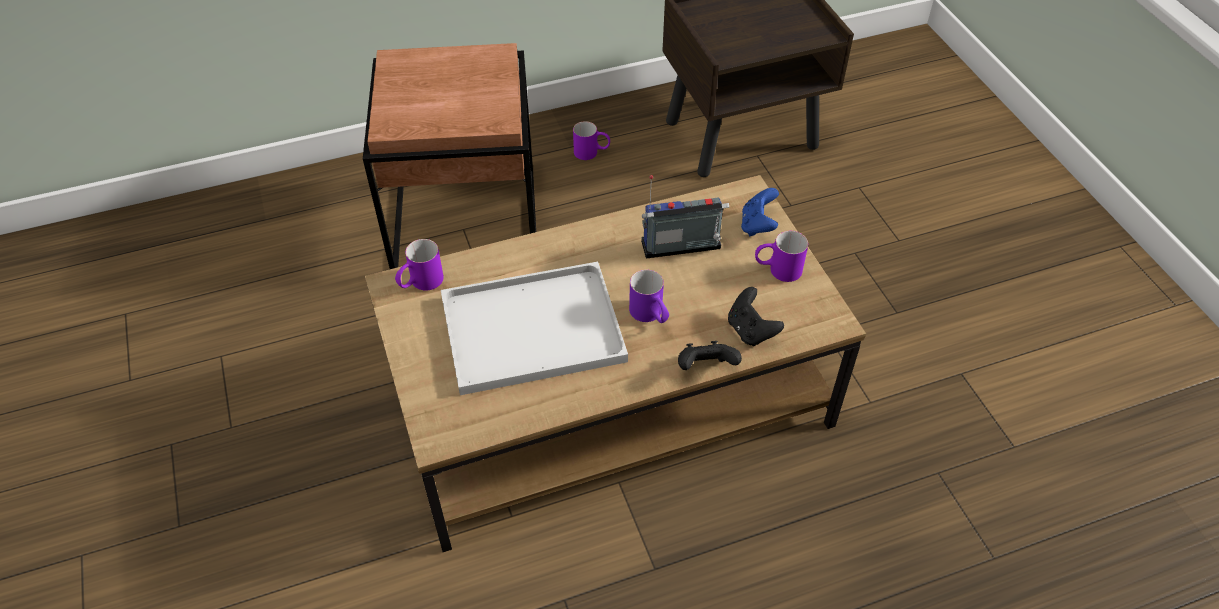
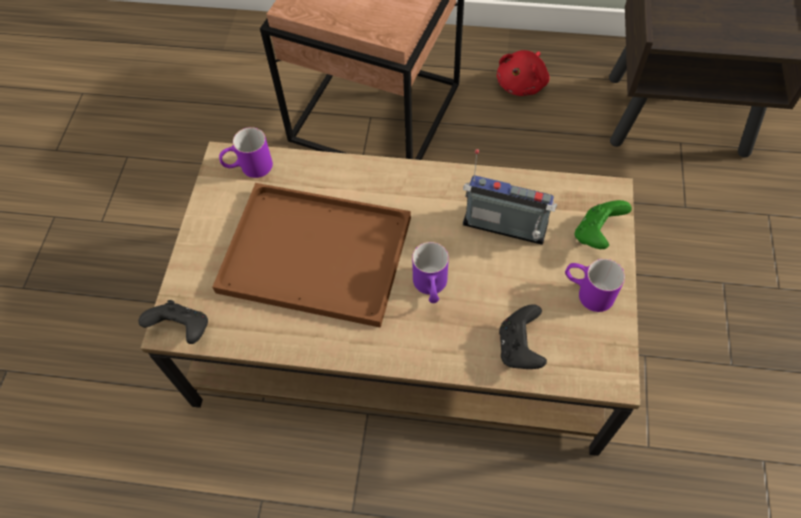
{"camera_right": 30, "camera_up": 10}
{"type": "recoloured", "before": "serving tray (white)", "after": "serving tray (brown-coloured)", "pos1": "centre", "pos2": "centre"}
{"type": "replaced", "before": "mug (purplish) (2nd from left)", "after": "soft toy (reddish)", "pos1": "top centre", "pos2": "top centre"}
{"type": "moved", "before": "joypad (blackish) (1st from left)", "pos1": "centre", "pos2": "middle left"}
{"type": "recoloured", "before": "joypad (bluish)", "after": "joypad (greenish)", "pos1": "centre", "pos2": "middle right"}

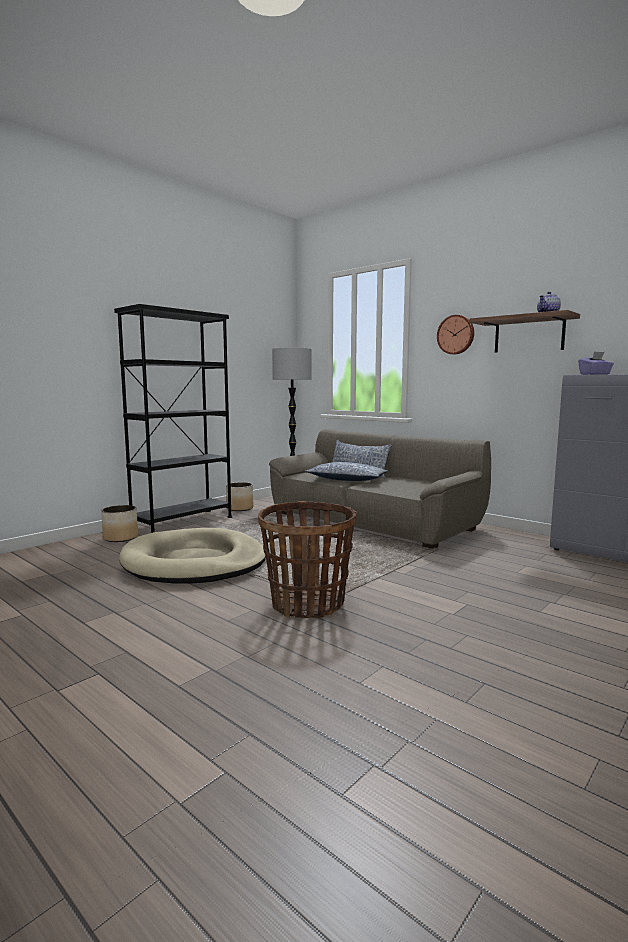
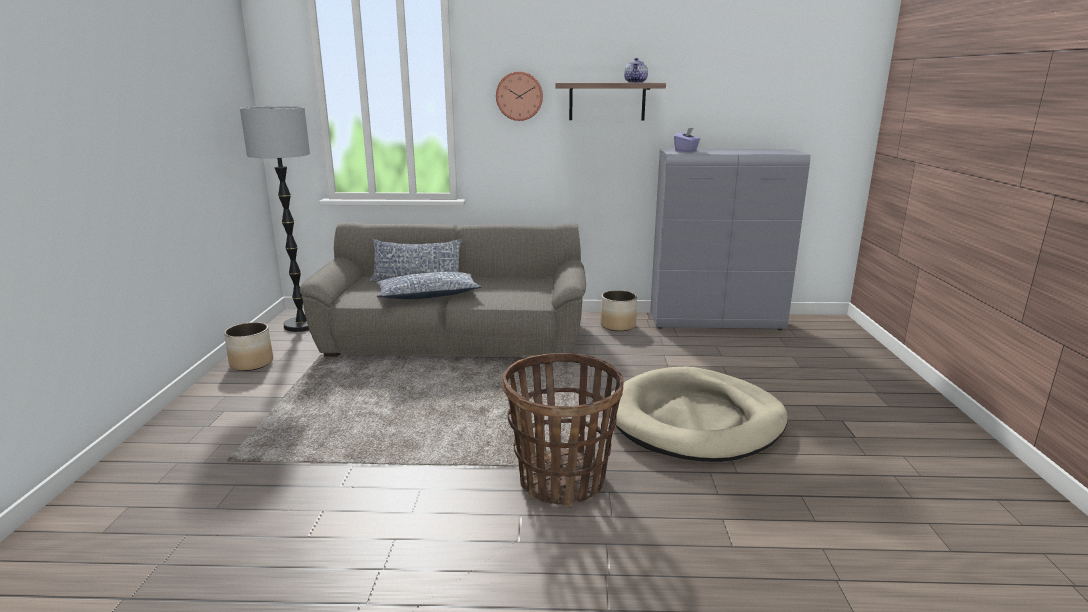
{"camera_right": -40, "camera_up": 10}
{"type": "moved", "before": "plant pot (1st from left in the first image)", "after": "plant pot (2nd from left)", "pos1": "middle left", "pos2": "centre"}
{"type": "removed", "before": "bookcase (blackish)", "pos1": "middle left"}
{"type": "moved", "before": "dog cushion (beige-coloured)", "pos1": "middle left", "pos2": "bottom centre"}

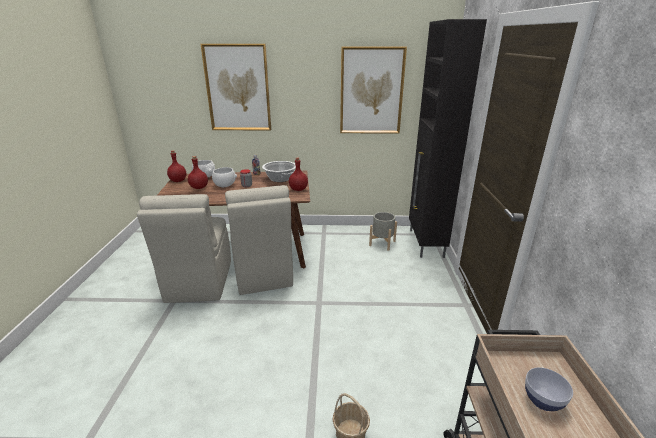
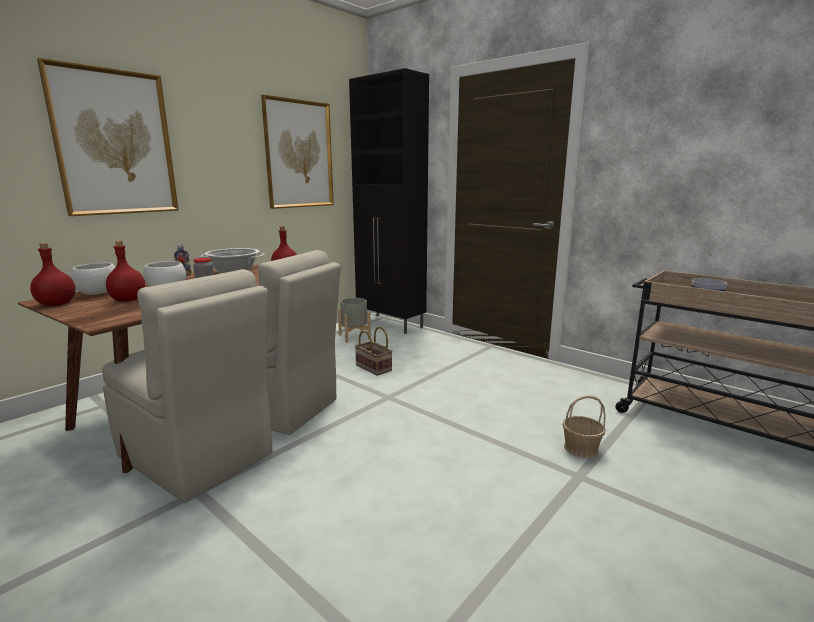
{"camera_right": -50, "camera_up": -10}
{"type": "added", "after": "basket (1st from left)", "pos2": "centre"}

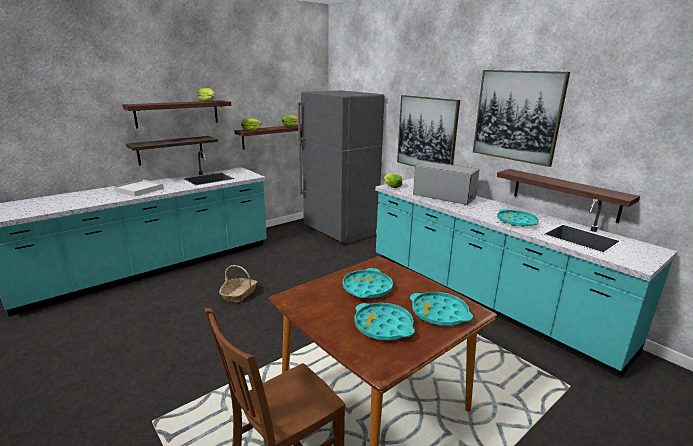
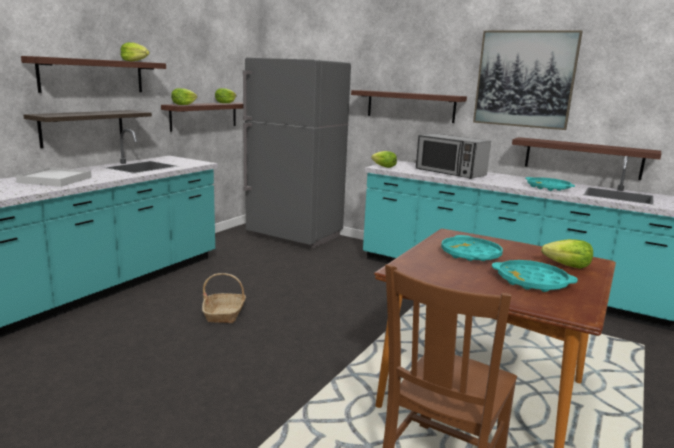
{"camera_right": -20, "camera_up": -5}
{"type": "replaced", "before": "picture (1st from left)", "after": "bracket shelf (4th from left)", "pos1": "top centre", "pos2": "top centre"}
{"type": "replaced", "before": "serving tray (blue-green) (3rd from left)", "after": "lettuce head (5th from left)", "pos1": "bottom centre", "pos2": "middle right"}
{"type": "turned", "before": "microwave", "pos1": "centre", "pos2": "middle right", "turn": -150}

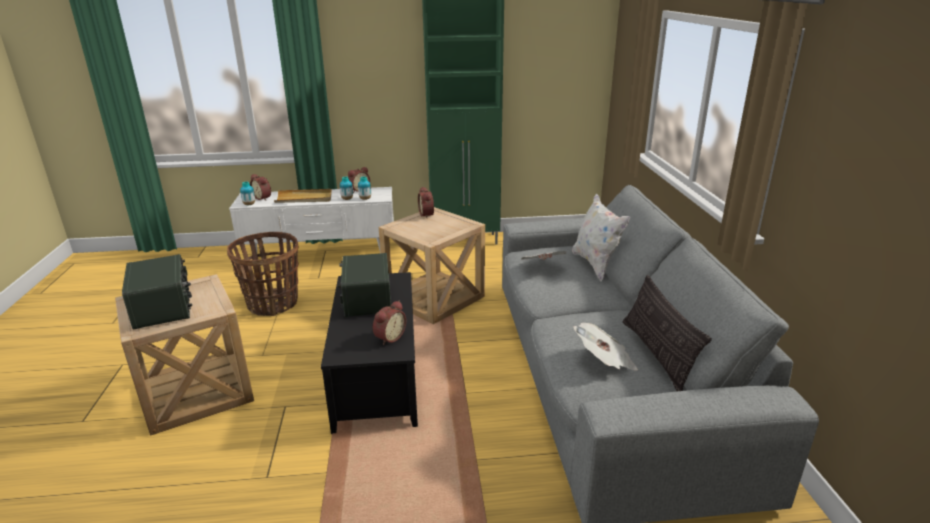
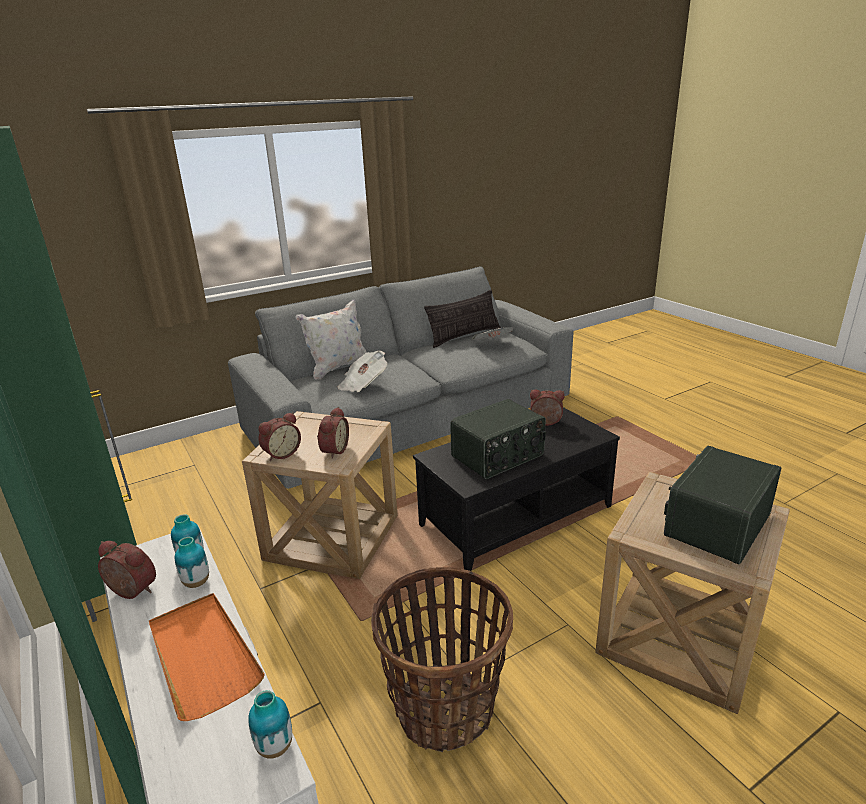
{"camera_right": -115, "camera_up": 0}
{"type": "moved", "before": "alarm clock (1st from left in the first image)", "after": "alarm clock (3rd from left)", "pos1": "middle left", "pos2": "centre"}
{"type": "recoloured", "before": "serving tray (beige-coloured)", "after": "serving tray (orangey)", "pos1": "middle left", "pos2": "bottom left"}

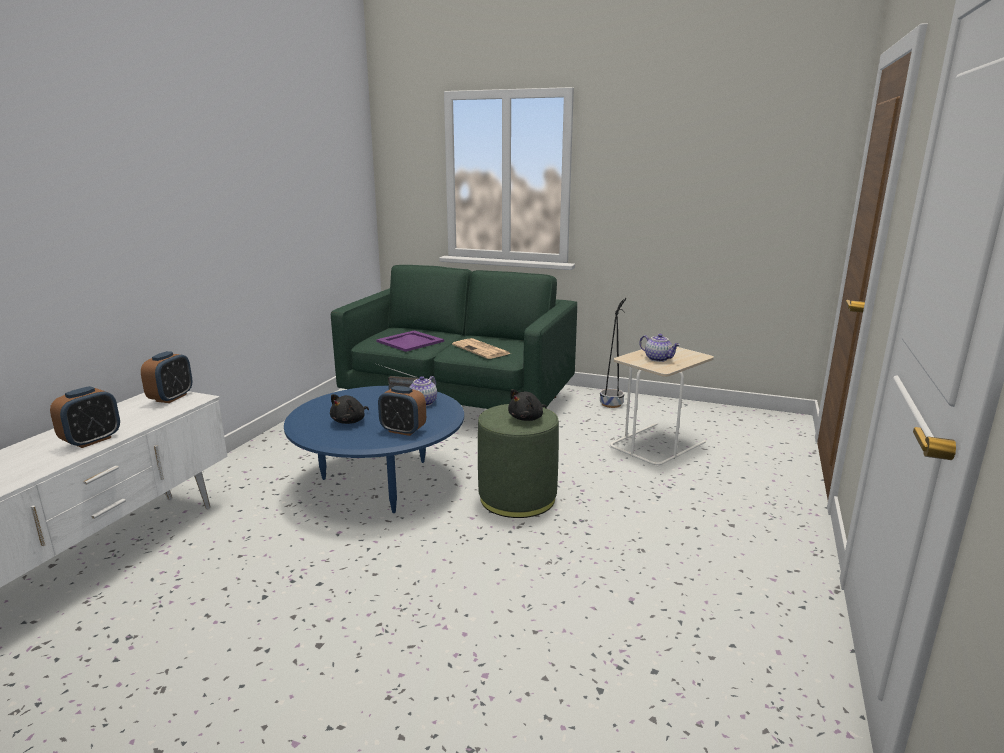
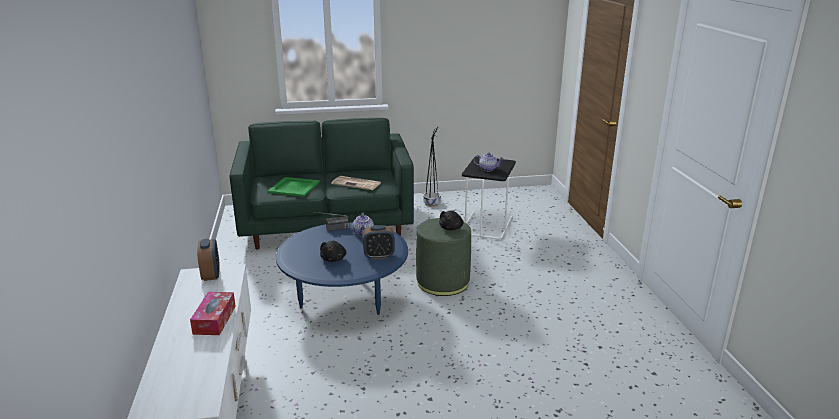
{"camera_right": -30, "camera_up": 5}
{"type": "replaced", "before": "alarm clock (1st from left)", "after": "tissue holder", "pos1": "middle left", "pos2": "bottom left"}
{"type": "recoloured", "before": "serving tray (purplish)", "after": "serving tray (greenish)", "pos1": "centre", "pos2": "centre"}
{"type": "recoloured", "before": "end table (beige-coloured)", "after": "end table (blackish)", "pos1": "centre", "pos2": "centre"}

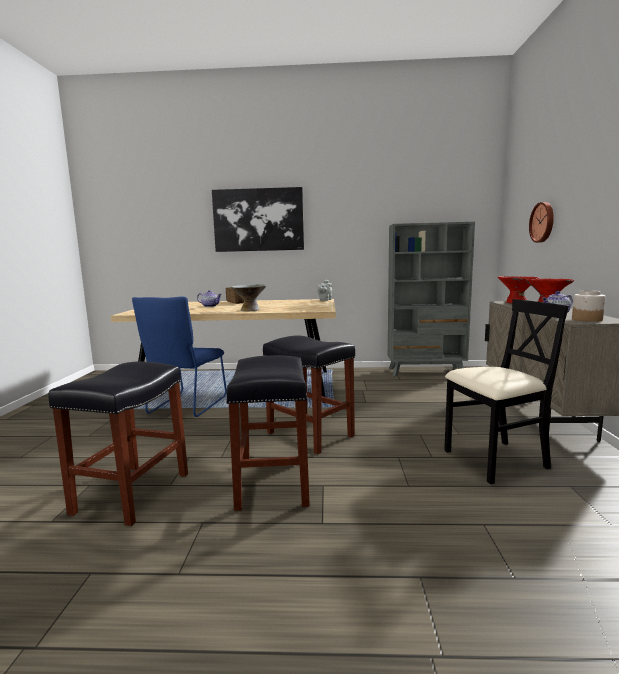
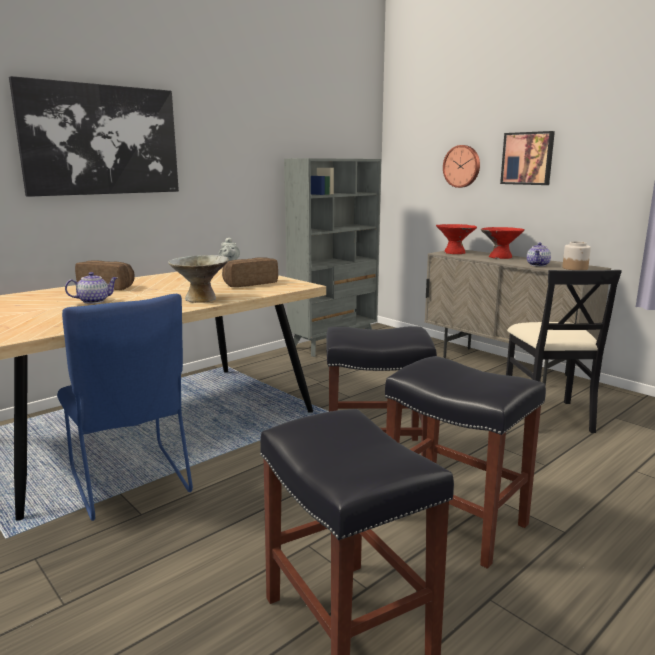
{"camera_right": -45, "camera_up": 5}
{"type": "turned", "before": "chair (blackish)", "pos1": "middle right", "pos2": "middle right", "turn": 150}
{"type": "added", "after": "bakery bread (2nd from left)", "pos2": "centre"}
{"type": "added", "after": "picture (2nd from left)", "pos2": "top right"}

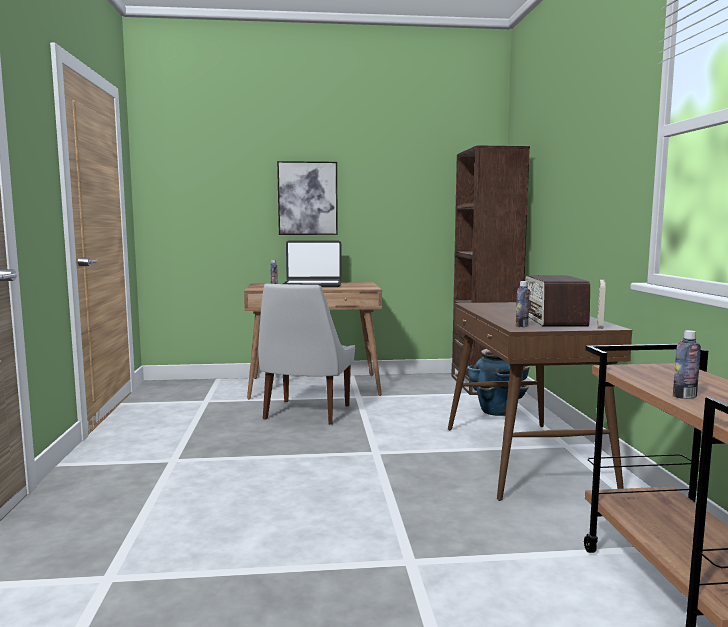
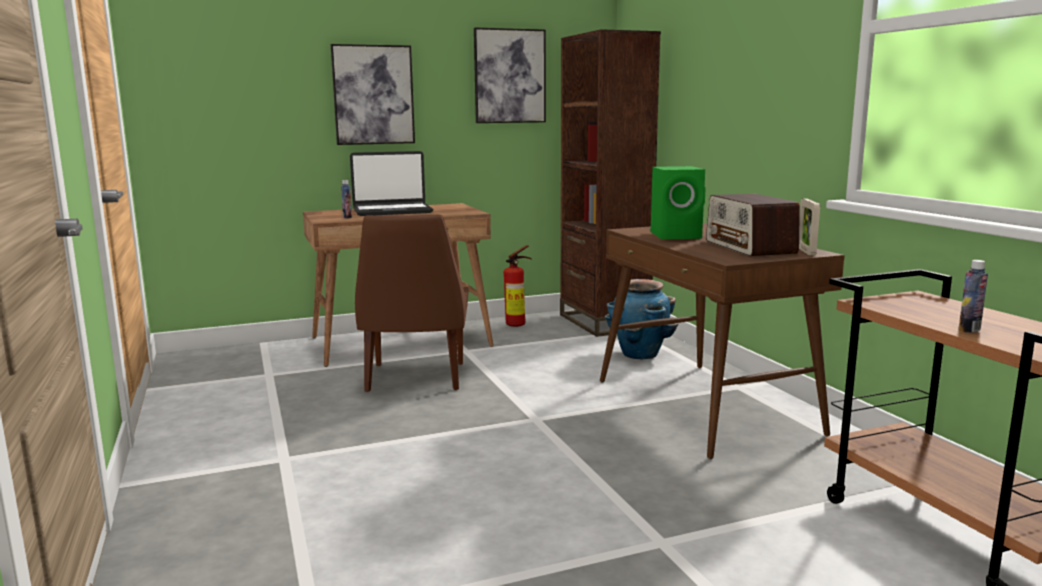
{"camera_right": -15, "camera_up": 5}
{"type": "recoloured", "before": "chair (white)", "after": "chair (brown-coloured)", "pos1": "centre", "pos2": "centre"}
{"type": "removed", "before": "beverage bottle (2nd from left)", "pos1": "middle right"}
{"type": "added", "after": "picture (2nd from left)", "pos2": "top centre"}
{"type": "added", "after": "extinguisher", "pos2": "centre"}
{"type": "added", "after": "audio speaker (greenish)", "pos2": "centre"}

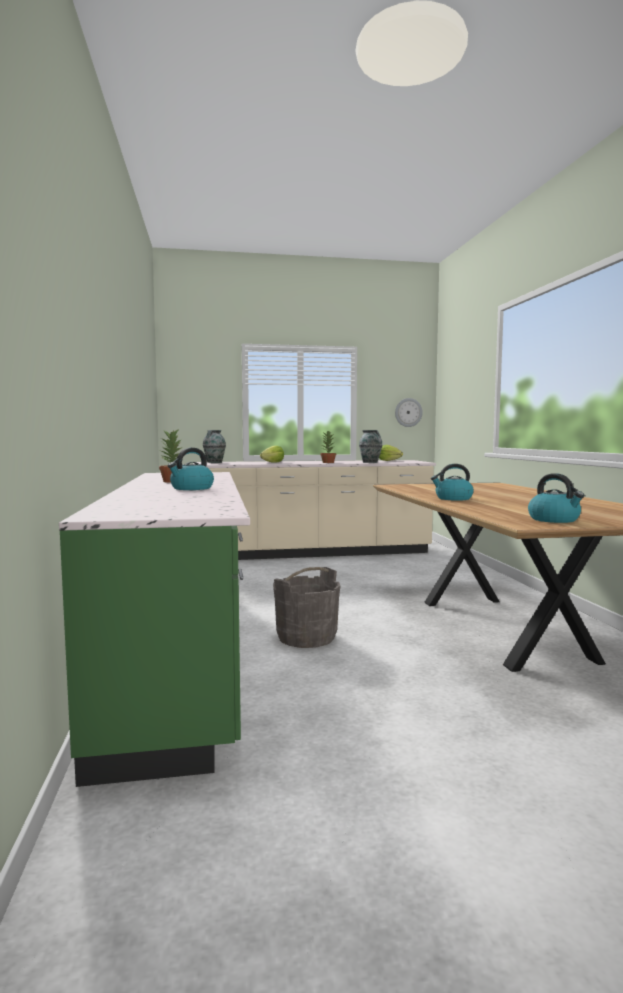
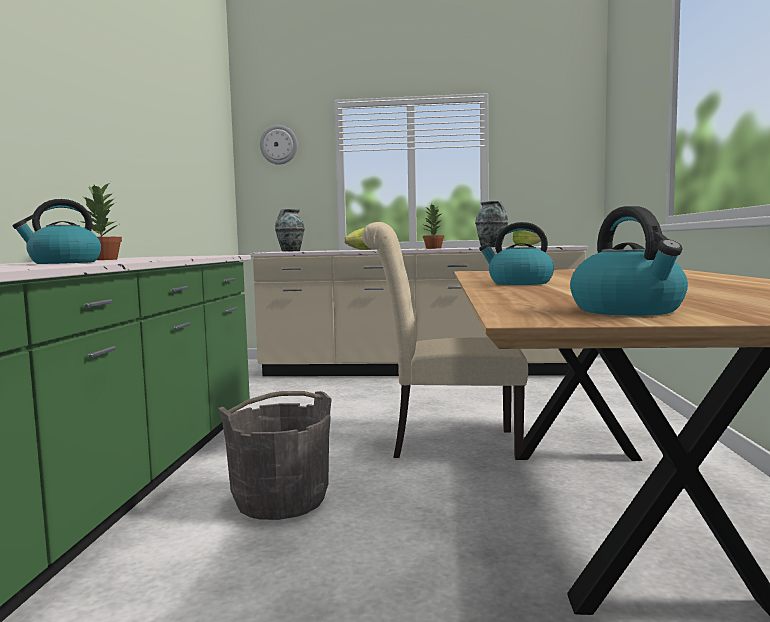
{"camera_right": 15, "camera_up": 0}
{"type": "moved", "before": "wall clock", "pos1": "centre", "pos2": "top centre"}
{"type": "added", "after": "chair (beige-coloured)", "pos2": "centre"}

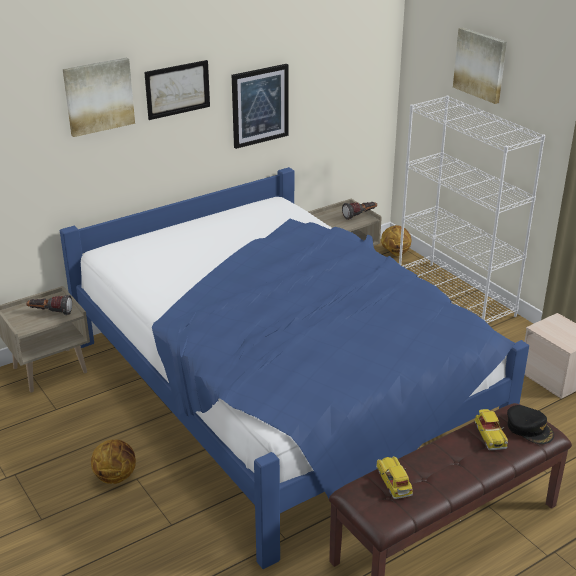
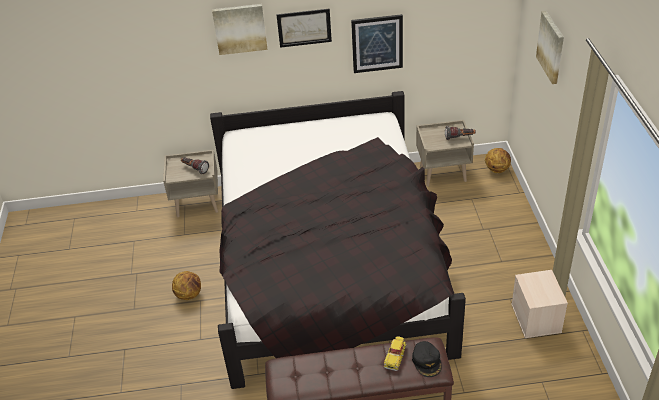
{"camera_right": 30, "camera_up": 10}
{"type": "recoloured", "before": "bed (bluish)", "after": "bed (blackish)", "pos1": "centre", "pos2": "centre"}
{"type": "removed", "before": "toy car (1st from left)", "pos1": "bottom right"}
{"type": "removed", "before": "bookcase (white)", "pos1": "middle right"}

